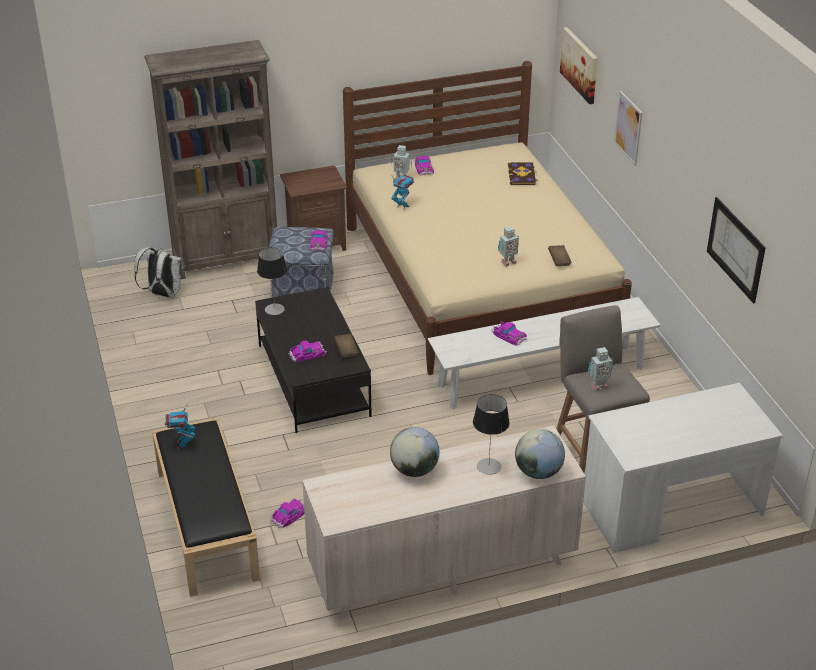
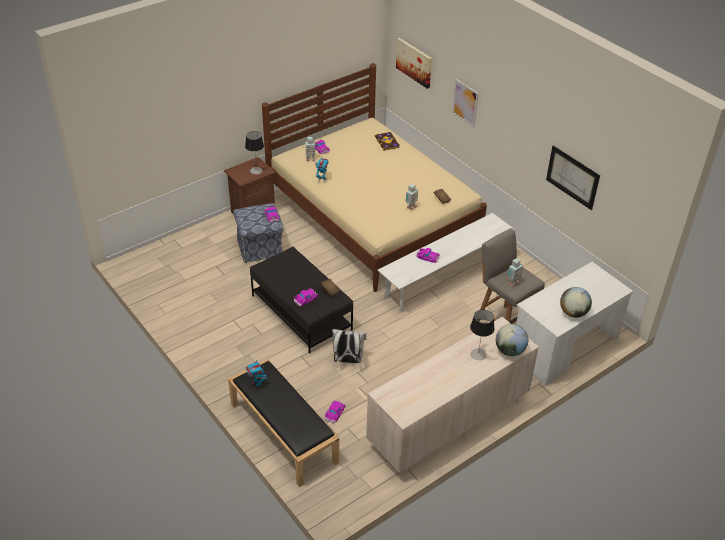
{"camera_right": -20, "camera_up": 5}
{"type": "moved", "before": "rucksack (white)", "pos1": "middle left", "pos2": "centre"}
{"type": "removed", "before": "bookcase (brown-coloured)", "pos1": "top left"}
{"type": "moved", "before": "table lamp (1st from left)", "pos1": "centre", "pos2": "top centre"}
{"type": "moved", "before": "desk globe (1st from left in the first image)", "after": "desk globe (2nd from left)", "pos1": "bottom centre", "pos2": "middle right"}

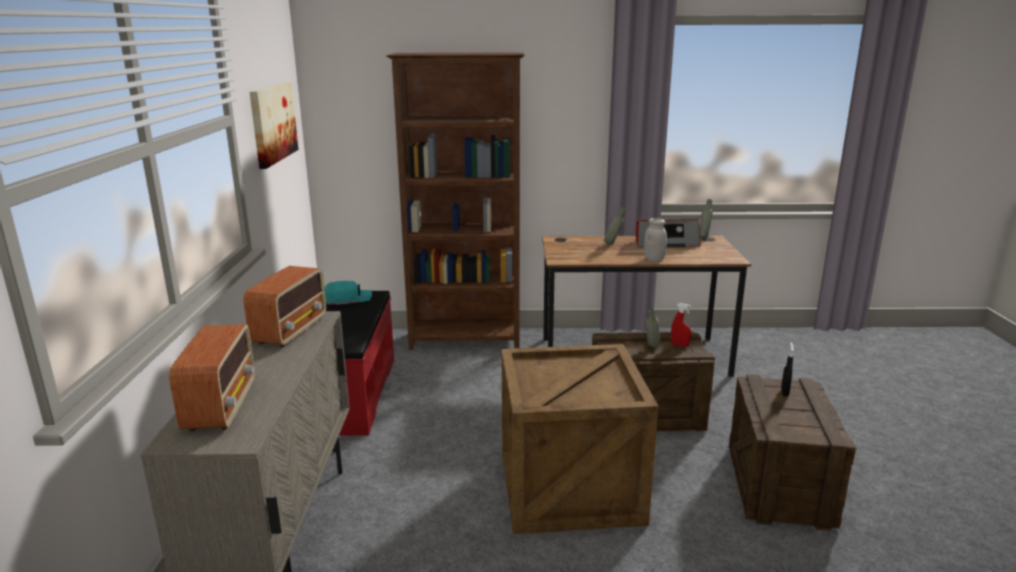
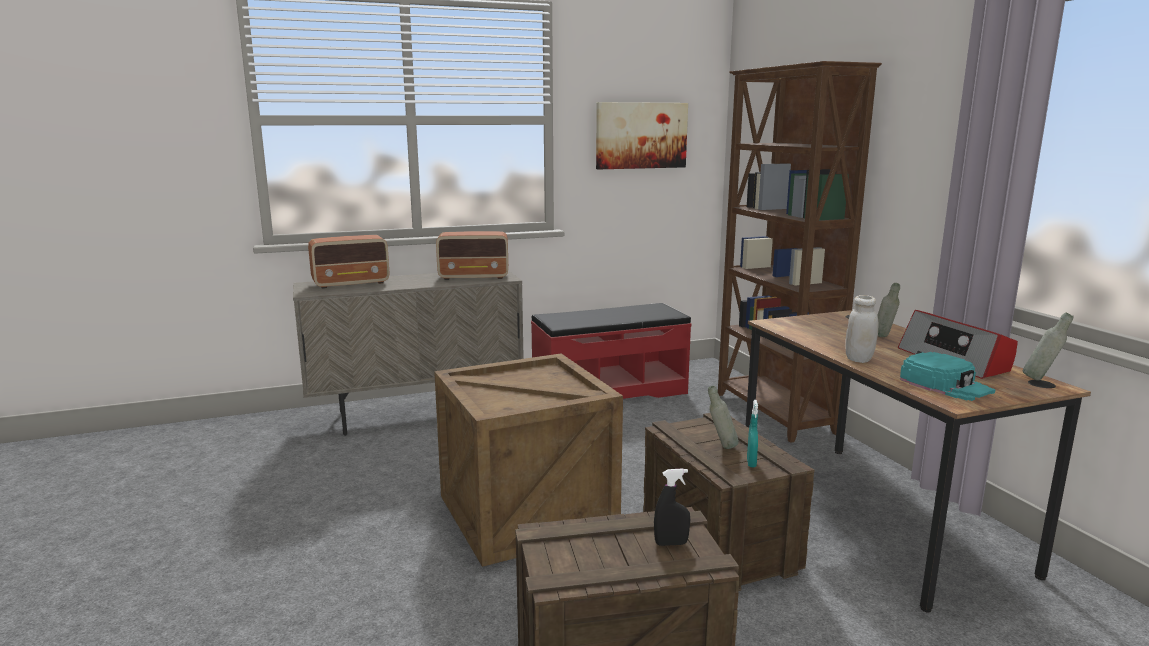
{"camera_right": 70, "camera_up": -5}
{"type": "moved", "before": "baseball cap (blue-green)", "pos1": "centre", "pos2": "middle right"}
{"type": "recoloured", "before": "spray bottle (reddish)", "after": "spray bottle (blue-green)", "pos1": "middle right", "pos2": "bottom centre"}

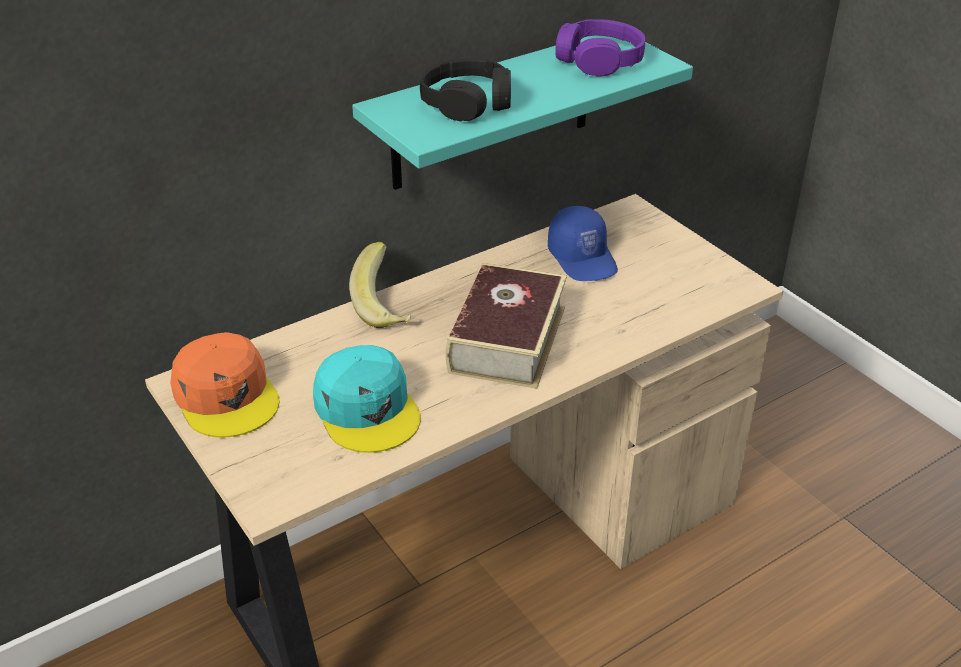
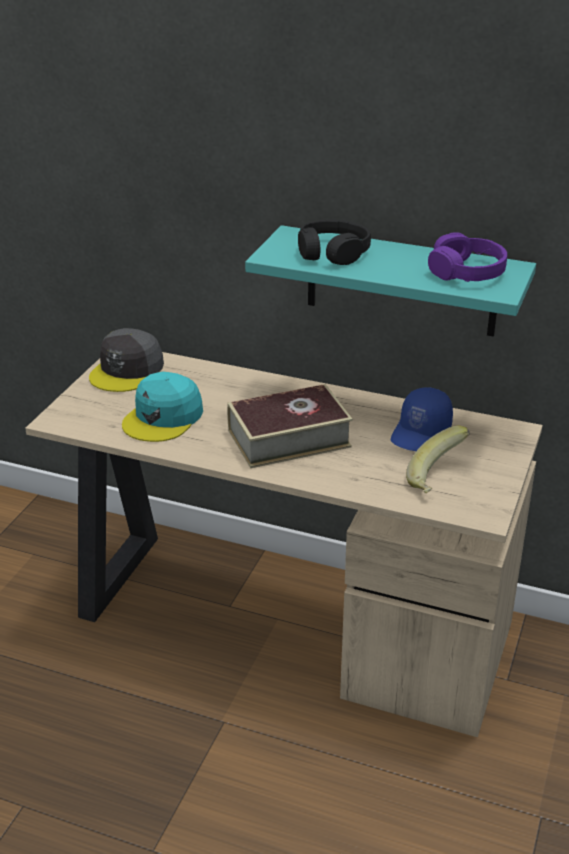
{"camera_right": 55, "camera_up": -5}
{"type": "recoloured", "before": "baseball cap (orangey)", "after": "baseball cap (greyish)", "pos1": "middle left", "pos2": "middle left"}
{"type": "moved", "before": "banana fruit", "pos1": "centre", "pos2": "middle right"}

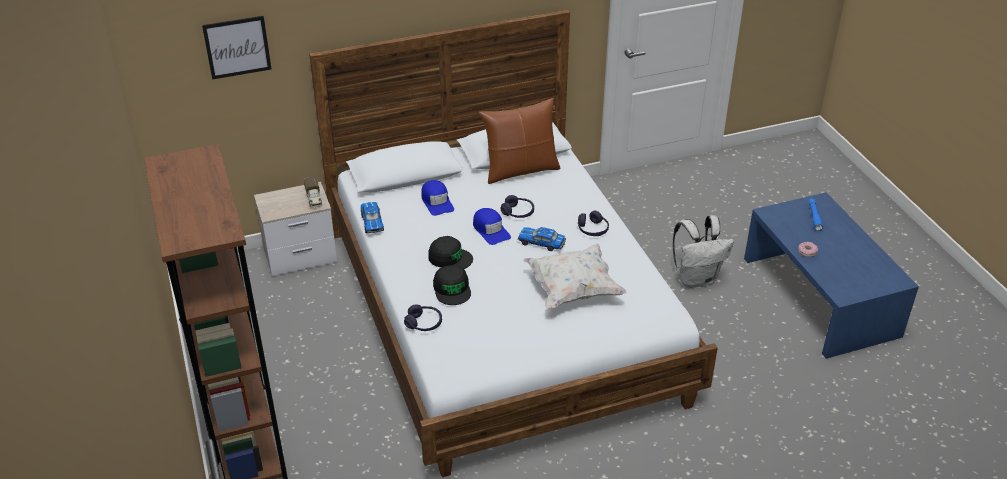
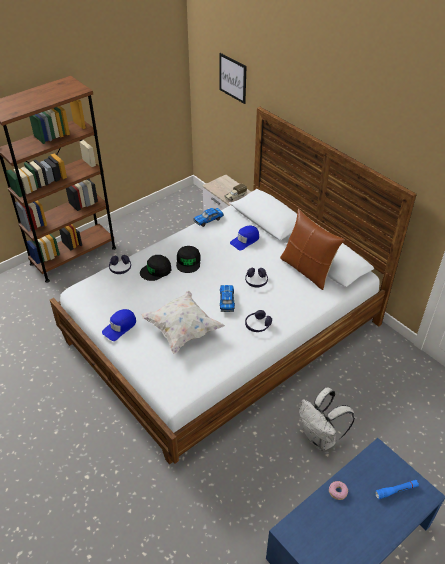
{"camera_right": 70, "camera_up": 5}
{"type": "moved", "before": "baseball cap (bluish) (2nd from left in the first image)", "after": "baseball cap (bluish) (1st from left)", "pos1": "centre", "pos2": "middle left"}

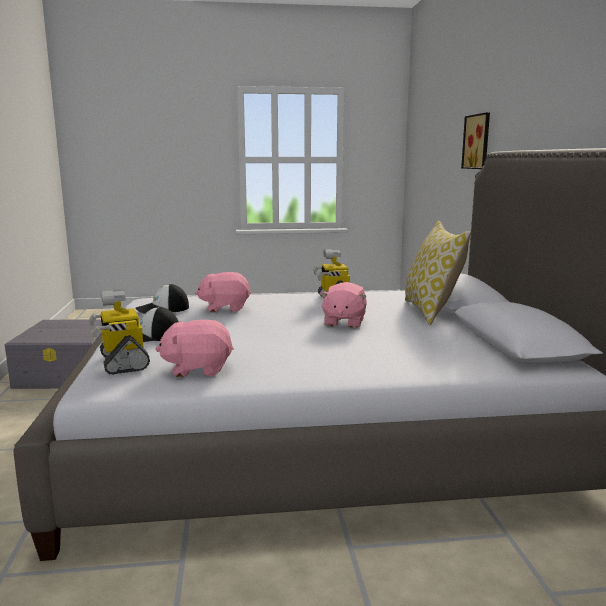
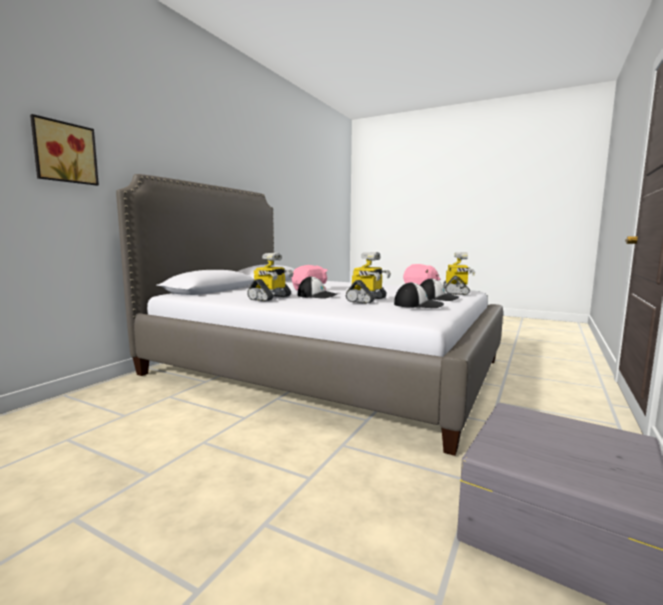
{"camera_right": -145, "camera_up": -5}
{"type": "replaced", "before": "soft toy (pink) (2nd from left)", "after": "model robot (2nd from left)", "pos1": "centre", "pos2": "centre"}
{"type": "removed", "before": "pillow", "pos1": "middle right"}
{"type": "added", "after": "baseball cap (1st from left)", "pos2": "centre"}

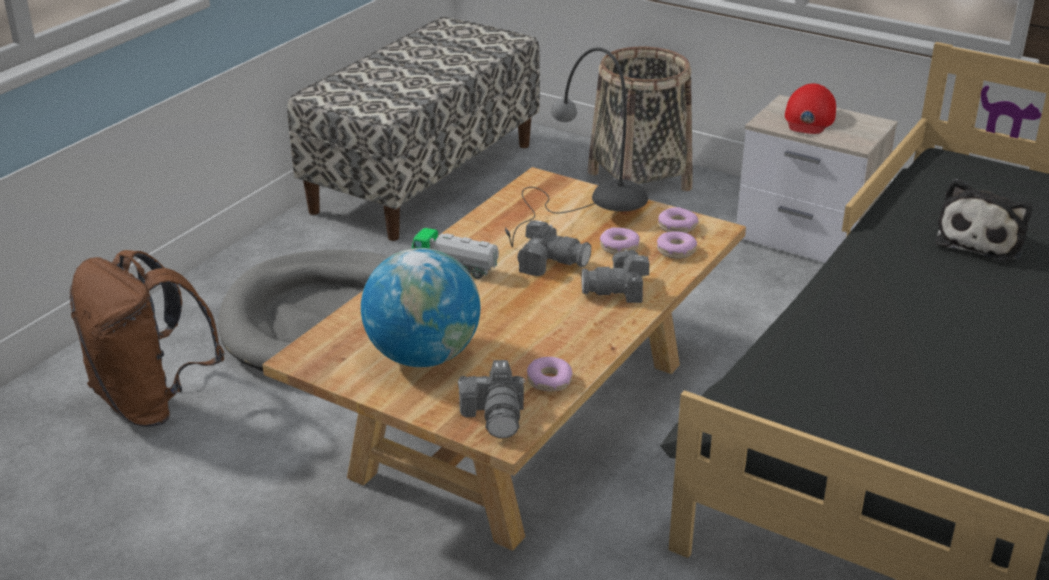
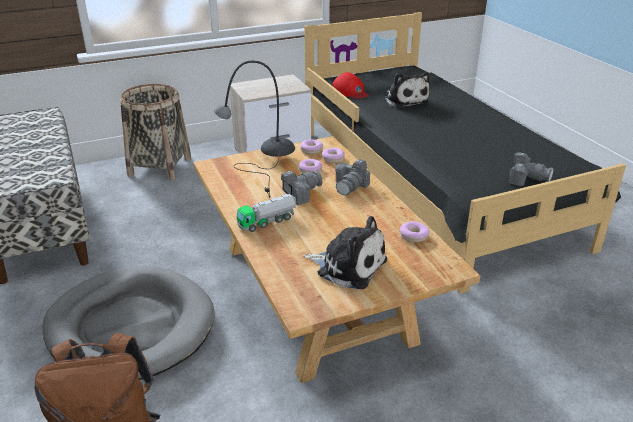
{"camera_right": -55, "camera_up": 0}
{"type": "replaced", "before": "desk globe", "after": "soft toy (1st from left)", "pos1": "centre", "pos2": "centre"}
{"type": "moved", "before": "photo camera (1st from left in the first image)", "after": "photo camera (3rd from left)", "pos1": "bottom centre", "pos2": "middle right"}
{"type": "moved", "before": "baseball cap (reddish)", "pos1": "top right", "pos2": "top centre"}

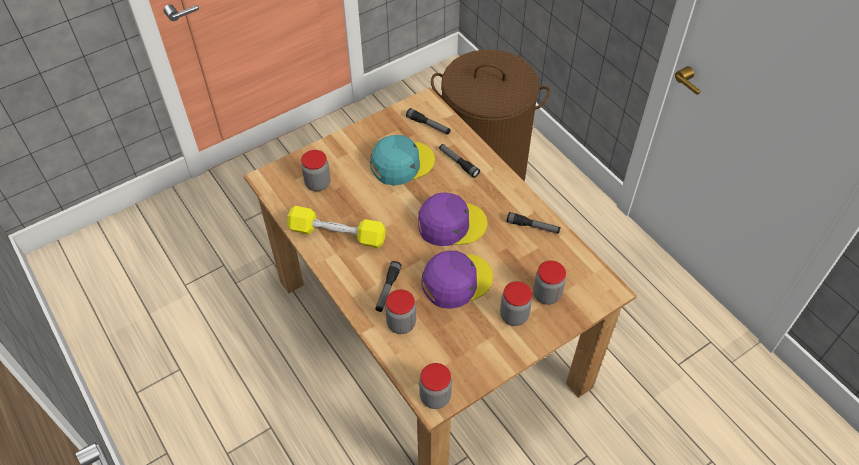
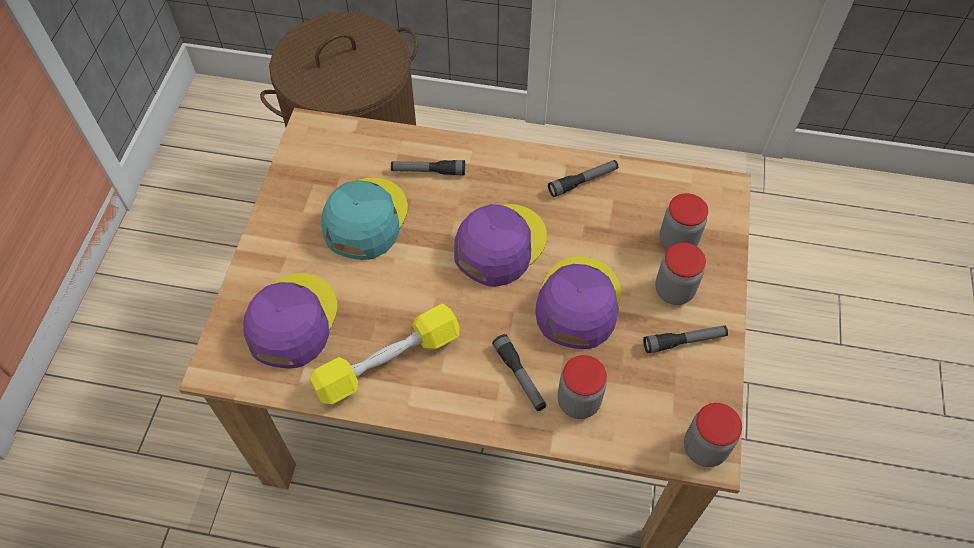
{"camera_right": -45, "camera_up": 5}
{"type": "replaced", "before": "jar (1st from left)", "after": "baseball cap (purplish) (1st from left)", "pos1": "centre", "pos2": "middle left"}
{"type": "moved", "before": "torch (2nd from left in the first image)", "after": "torch (4th from left)", "pos1": "top centre", "pos2": "middle right"}

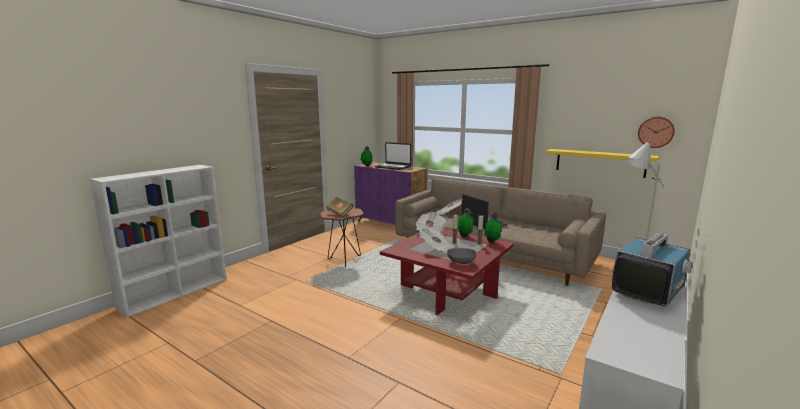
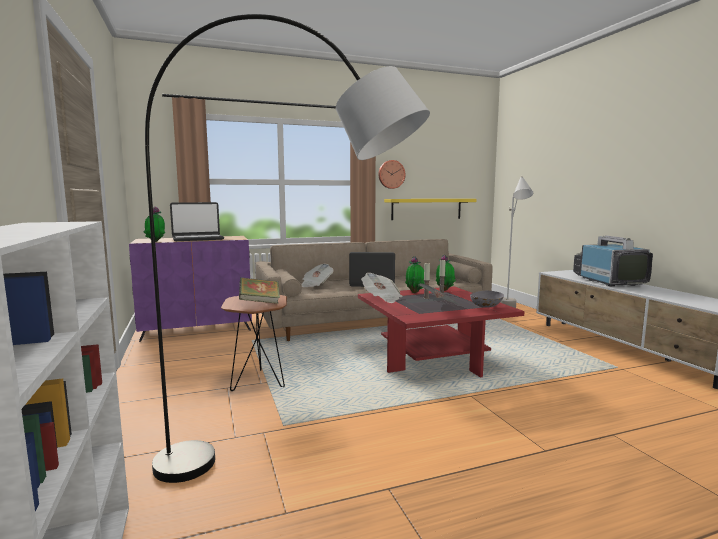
{"camera_right": -55, "camera_up": -5}
{"type": "moved", "before": "wall clock", "pos1": "top right", "pos2": "top centre"}
{"type": "added", "after": "floor lamp (greyish) (1st from left)", "pos2": "centre"}

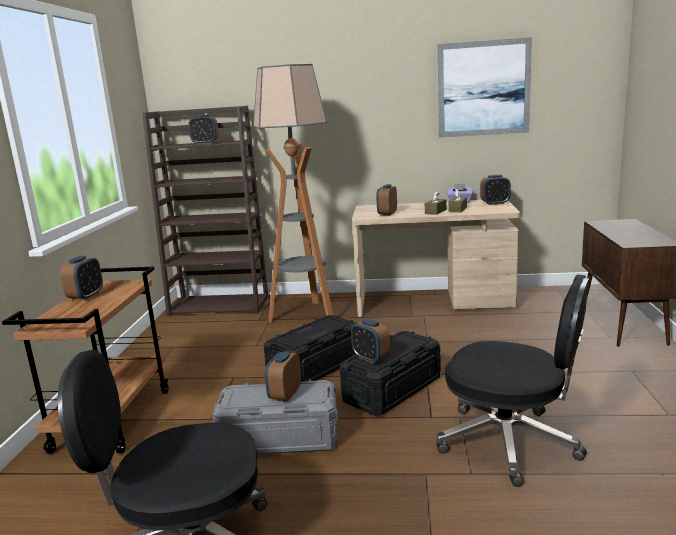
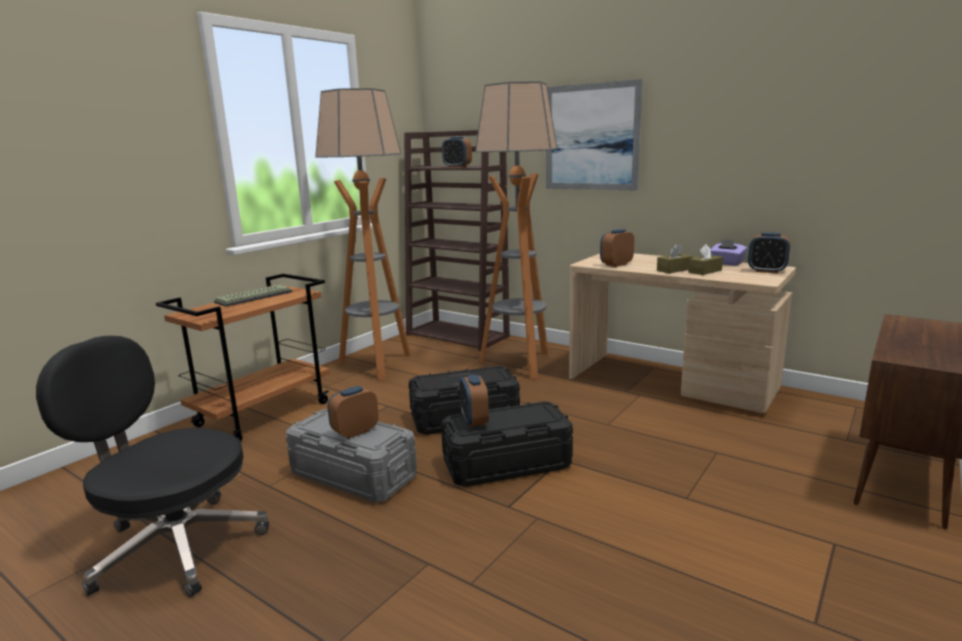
{"camera_right": 30, "camera_up": 0}
{"type": "replaced", "before": "alarm clock (1st from left)", "after": "computer keyboard", "pos1": "middle left", "pos2": "middle left"}
{"type": "removed", "before": "computer chair (blackish) (2nd from left)", "pos1": "bottom right"}
{"type": "moved", "before": "picture", "pos1": "top right", "pos2": "top centre"}
{"type": "added", "after": "floor lamp (1st from left)", "pos2": "centre"}

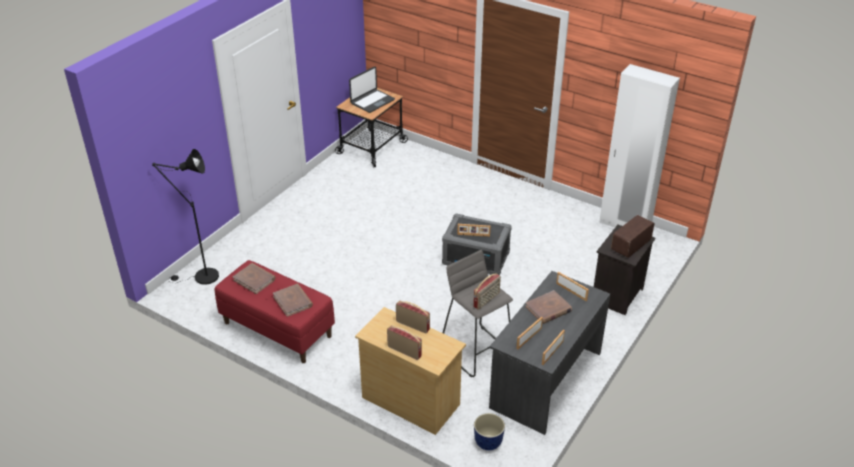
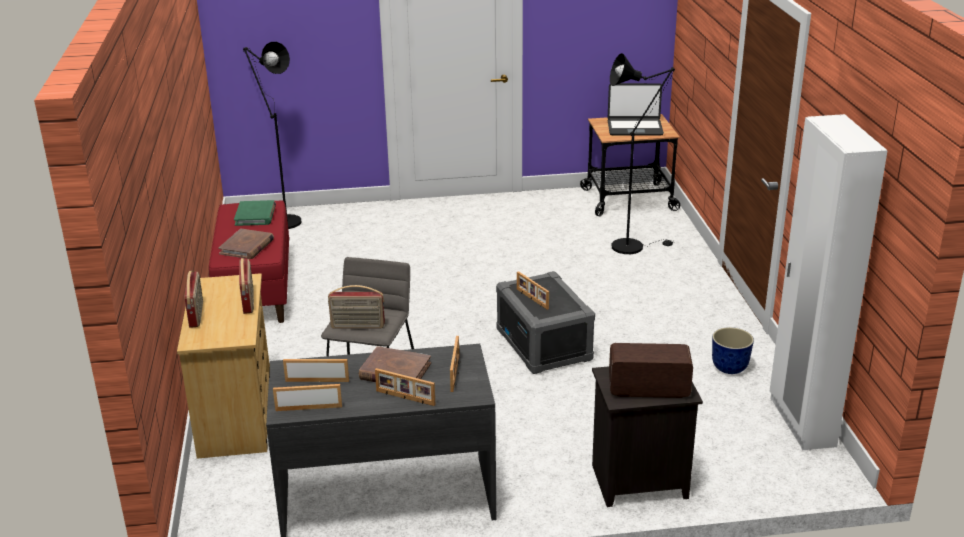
{"camera_right": 50, "camera_up": -10}
{"type": "recoloured", "before": "book (brown-coloured) (1st from left)", "after": "book (greenish)", "pos1": "middle left", "pos2": "middle left"}
{"type": "moved", "before": "plant pot", "pos1": "bottom centre", "pos2": "middle right"}
{"type": "added", "after": "picture frame (3rd from left)", "pos2": "bottom centre"}
{"type": "added", "after": "floor lamp (blackish) (2nd from left)", "pos2": "top centre"}

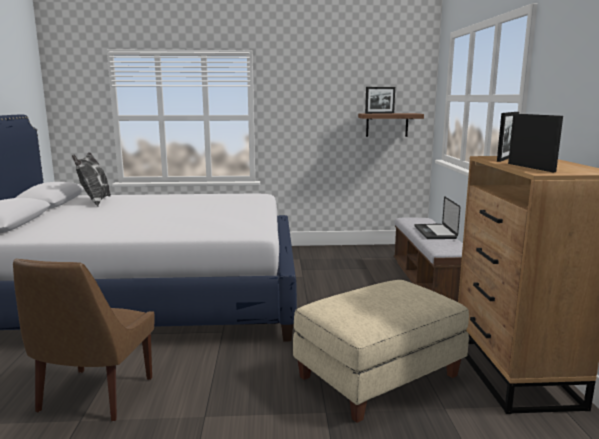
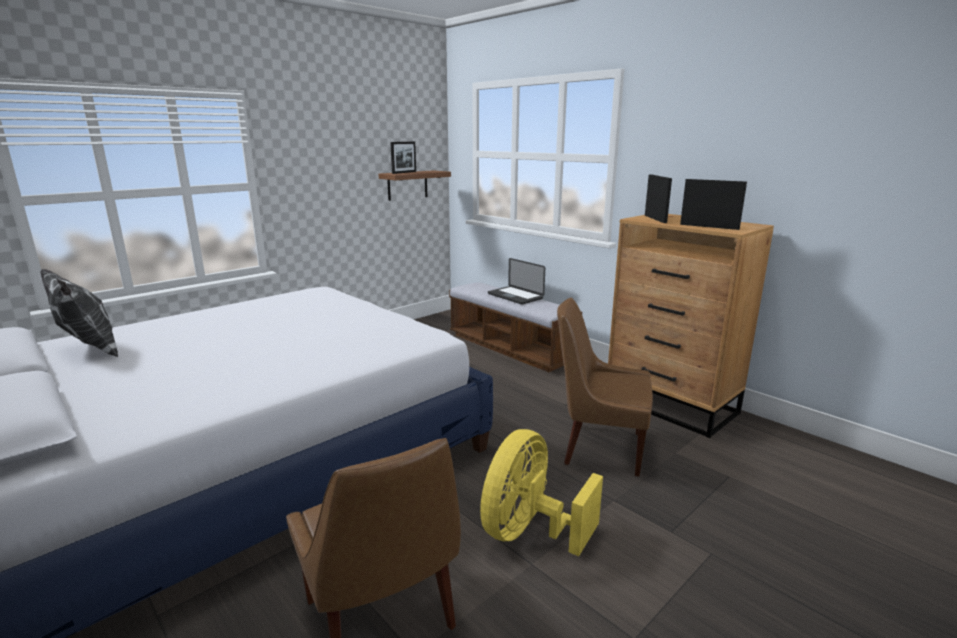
{"camera_right": -40, "camera_up": 5}
{"type": "replaced", "before": "ottoman (beige-coloured)", "after": "chair (brown-coloured) (2nd from left)", "pos1": "bottom centre", "pos2": "centre"}
{"type": "added", "after": "cooling fan (yellowish)", "pos2": "bottom centre"}

